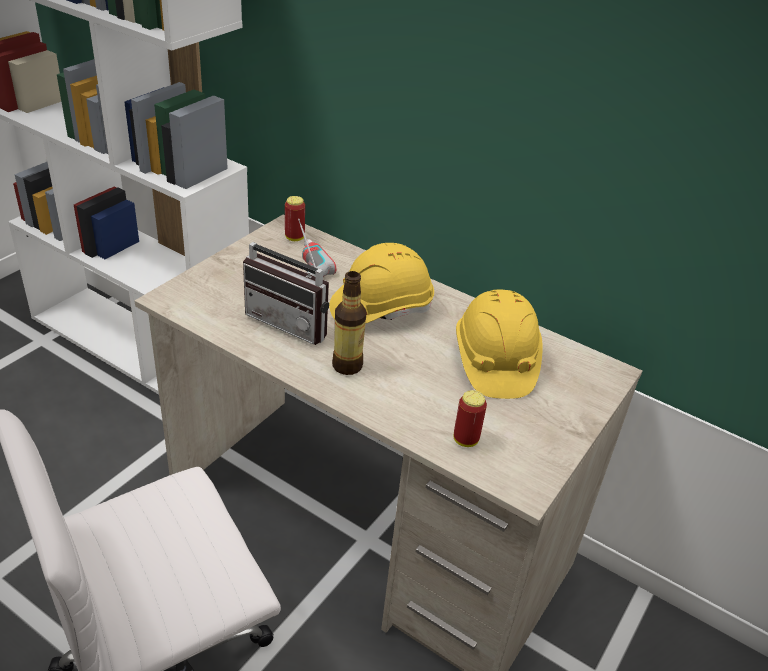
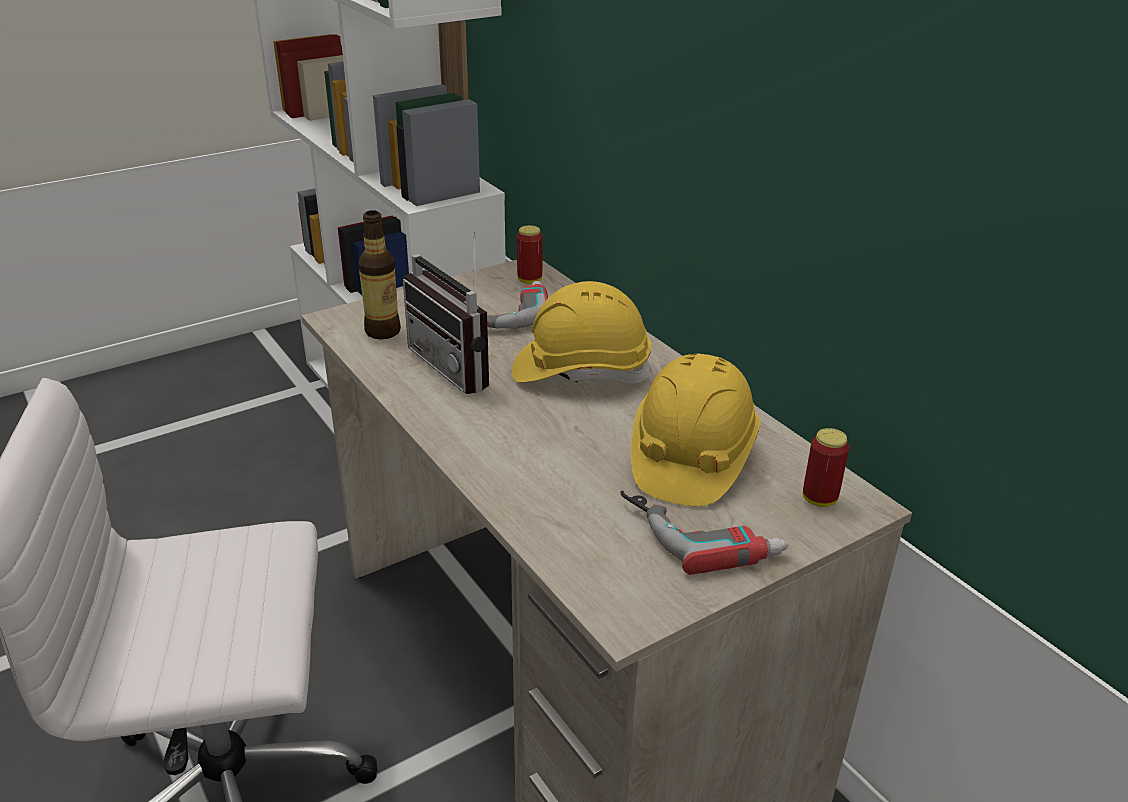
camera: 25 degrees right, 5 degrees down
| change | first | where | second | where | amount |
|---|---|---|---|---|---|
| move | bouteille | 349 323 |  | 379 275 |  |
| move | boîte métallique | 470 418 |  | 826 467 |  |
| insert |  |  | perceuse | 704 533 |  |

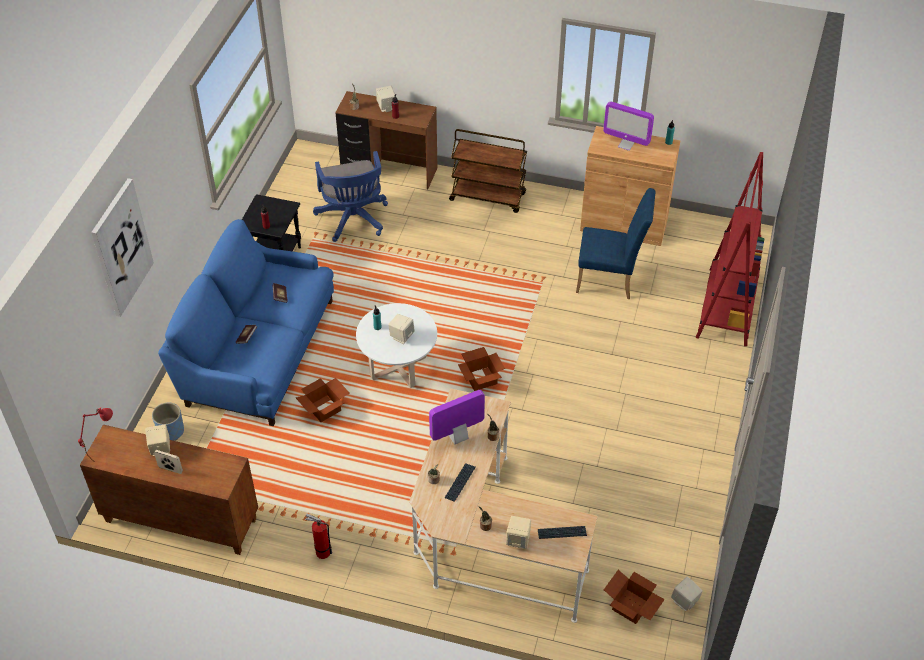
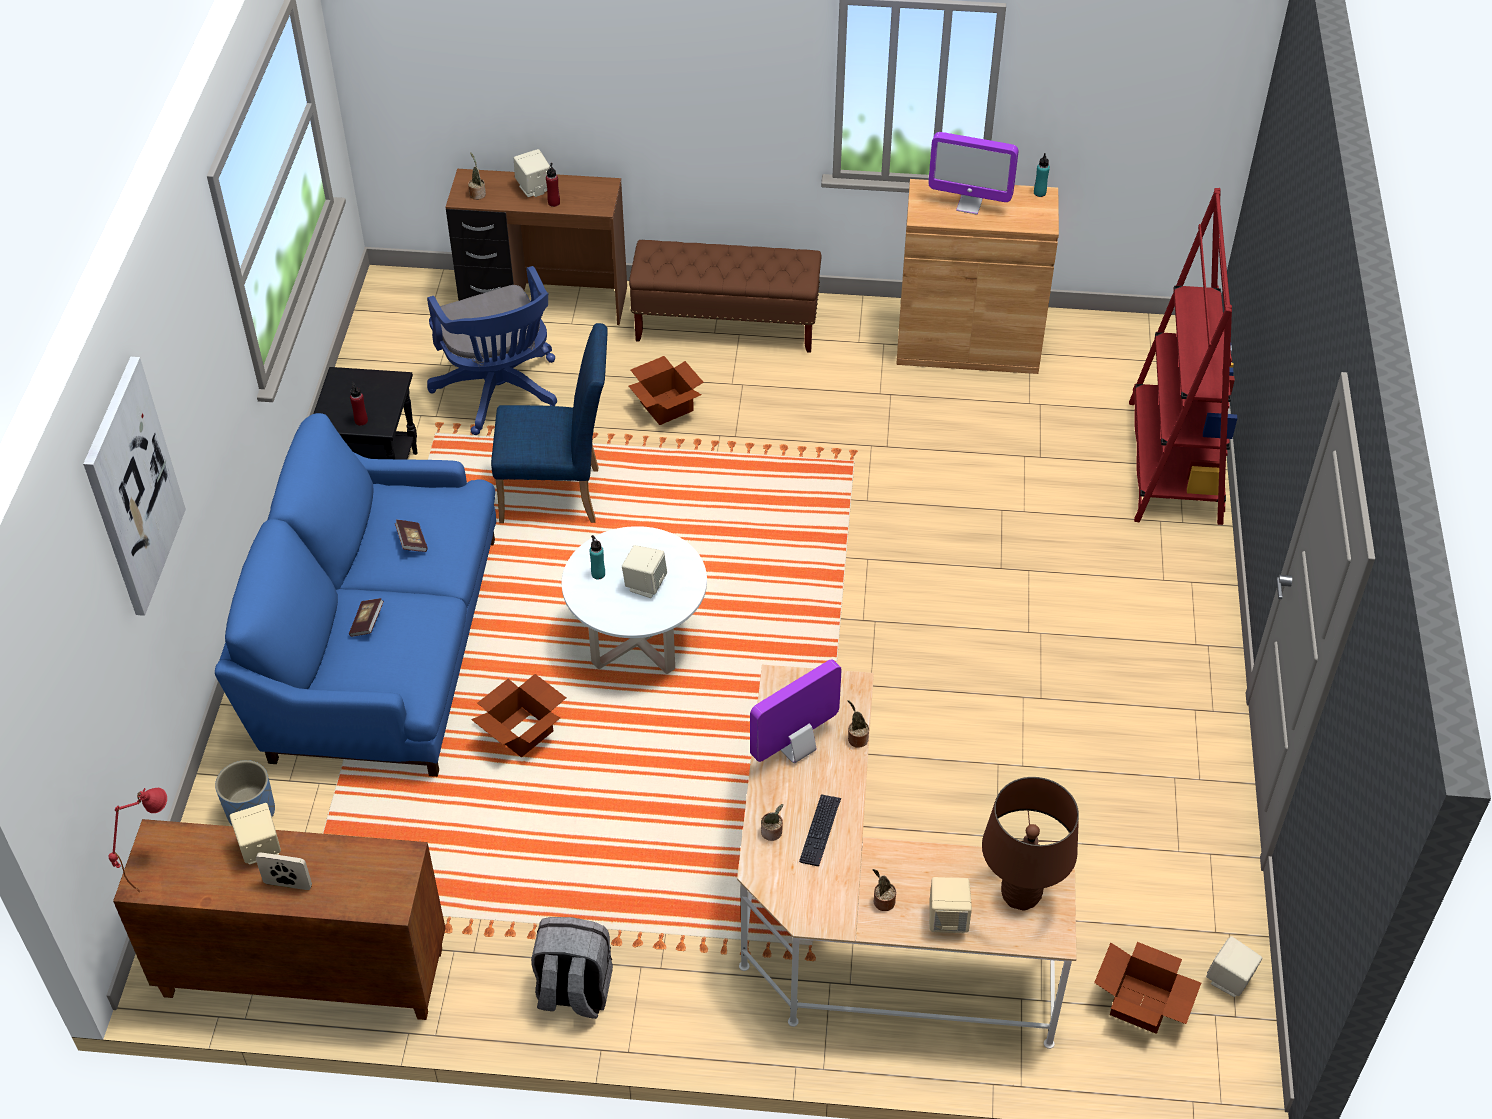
camera: 10 degrees left, 0 degrees up
| change | first | where | second | where | amount |
|---|---|---|---|---|---|
| replace | chariot/marron | 488 171 | banc/marron | 725 296 |  |
| move | chaise/bleu | 615 243 |  | 549 423 |  |
| move | carton | 481 369 |  | 666 390 |  |
| replace | extincteur | 318 536 | sac à dos/gris | 572 968 |  |
| replace | clavier | 562 532 | lampe de table/marron | 1030 843 |  |

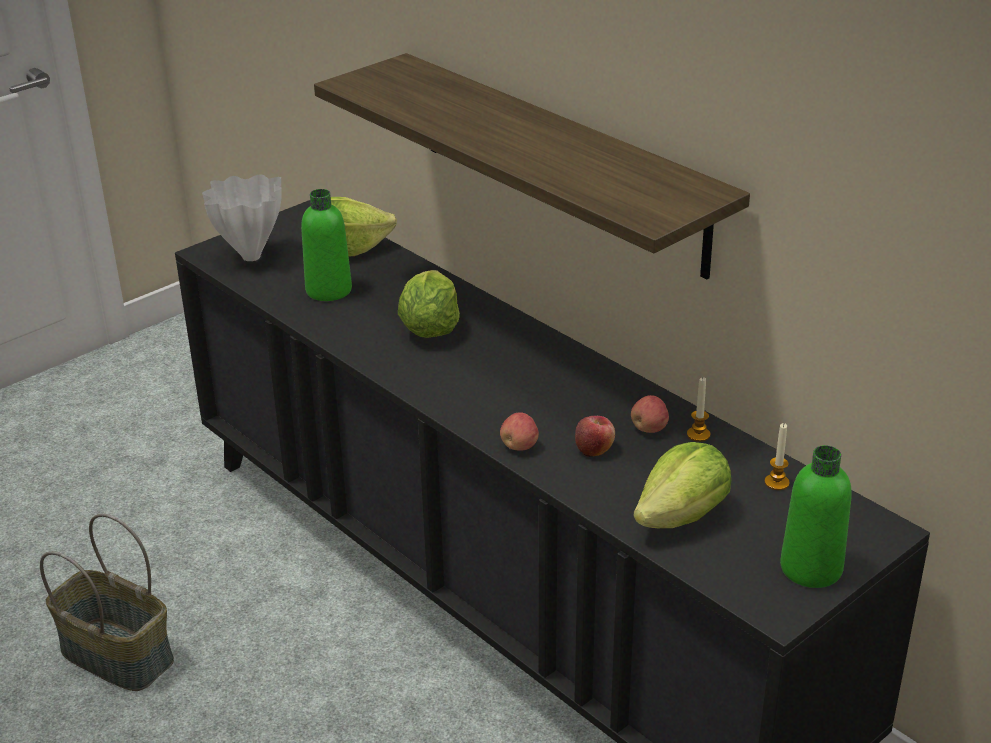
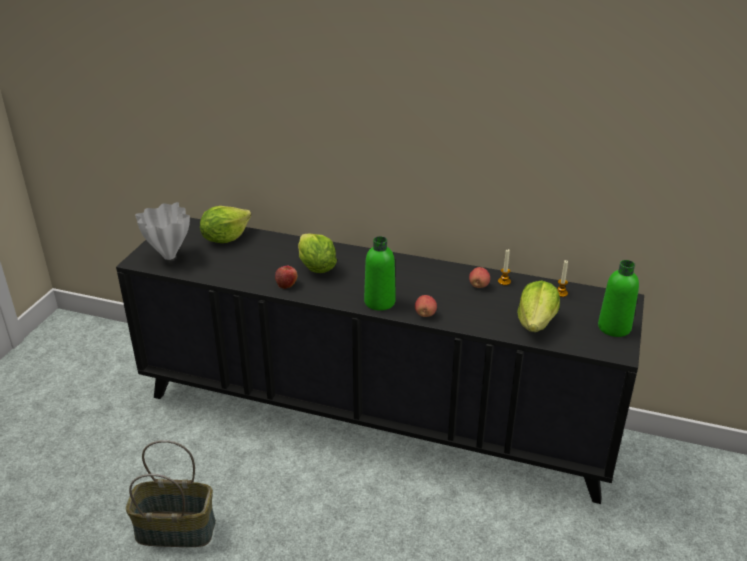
camera: 30 degrees left, 0 degrees up
| change | first | where | second | where | amount |
|---|---|---|---|---|---|
| delete | étagère | 532 166 |  |  |  |
| move | bouteille/vert | 326 245 |  | 380 273 |  |
| move | pomme | 595 436 |  | 286 277 |  |

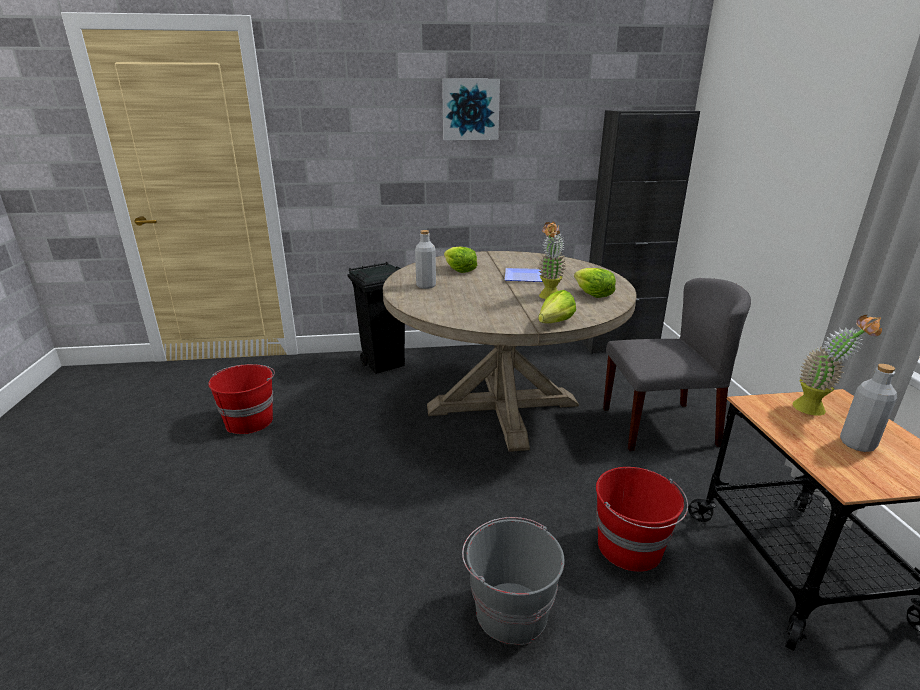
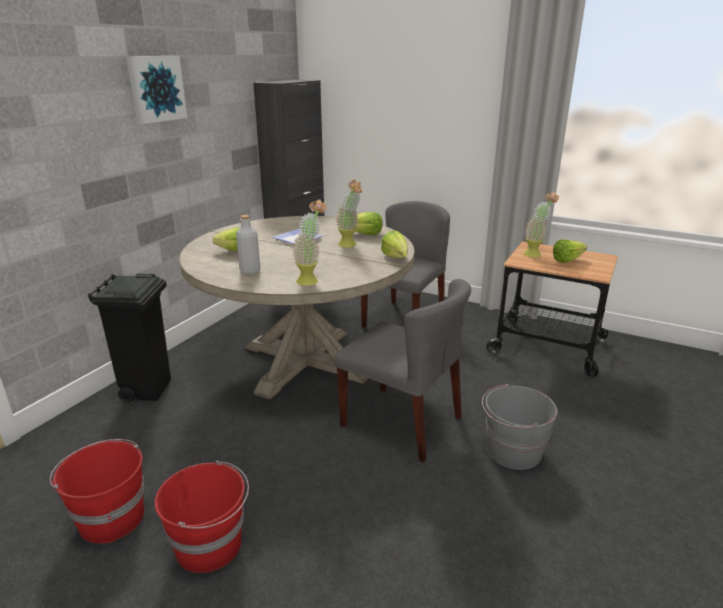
camera: 55 degrees left, 0 degrees up
| change | first | where | second | where | amount |
|---|---|---|---|---|---|
| replace | bouteille/gris | 868 408 | laitue | 570 251 |  |
| move | seau/rouge | 642 519 |  | 201 517 |  |
| insert |  |  | plante en pot | 309 242 |  |
| insert |  |  | chaise/gris | 403 371 |  |

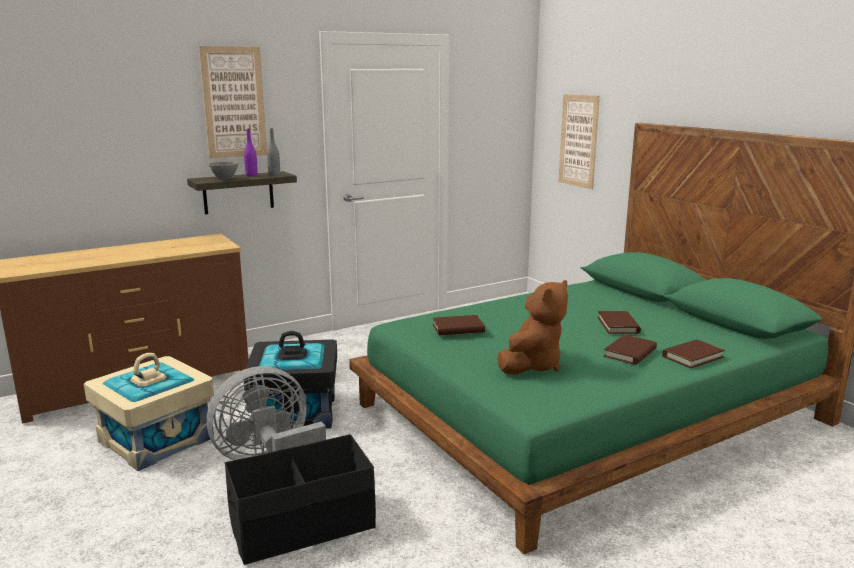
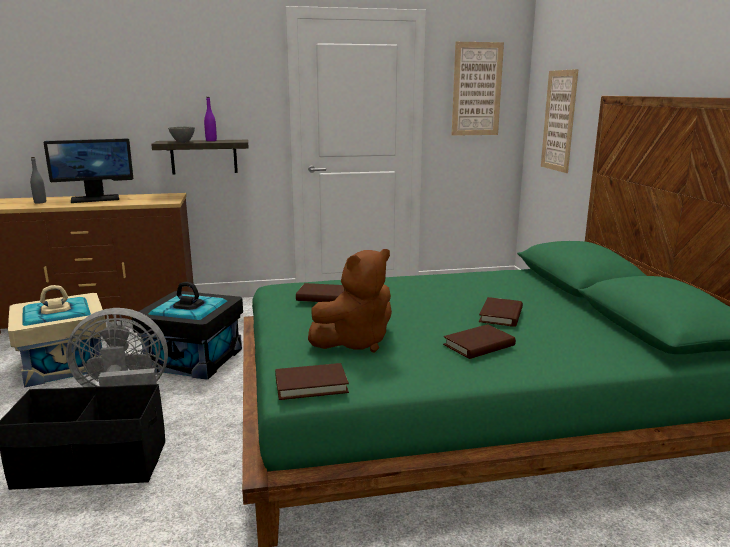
camera: 20 degrees right, 0 degrees up
| change | first | where | second | where | amount |
|---|---|---|---|---|---|
| move | tableau | 233 102 |  | 478 89 |  |
| move | bouteille/gris | 273 152 |  | 38 180 |  |
| move | livre/marron | 693 354 |  | 312 381 |  |
| insert |  |  | écran d'ordinateur | 88 170 |  |

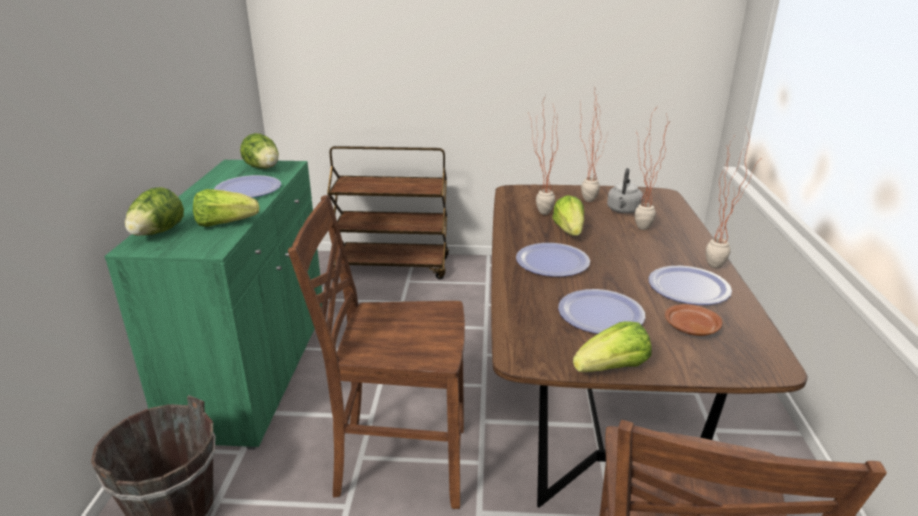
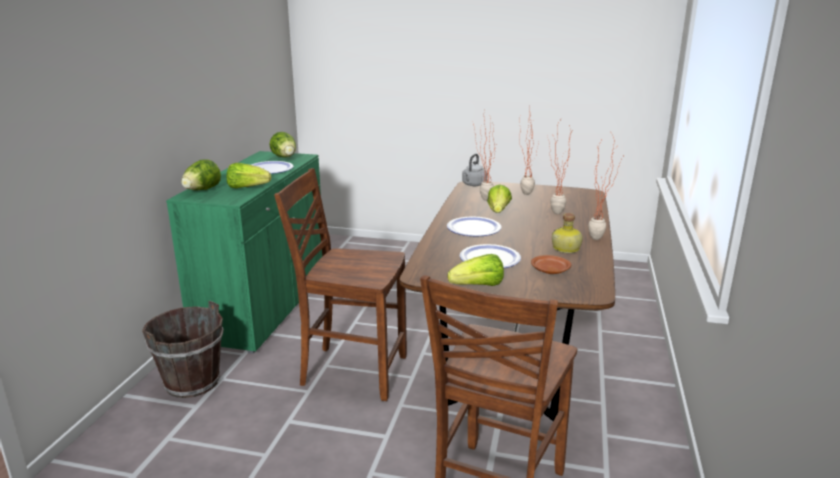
camera: 10 degrees right, 5 degrees down
| change | first | where | second | where | amount |
|---|---|---|---|---|---|
| delete | chariot/marron | 388 212 |  |  |  |
| move | bouilloire/gris | 625 191 |  | 474 170 |  |
| replace | assiette | 690 285 | bouteille | 567 233 |  |

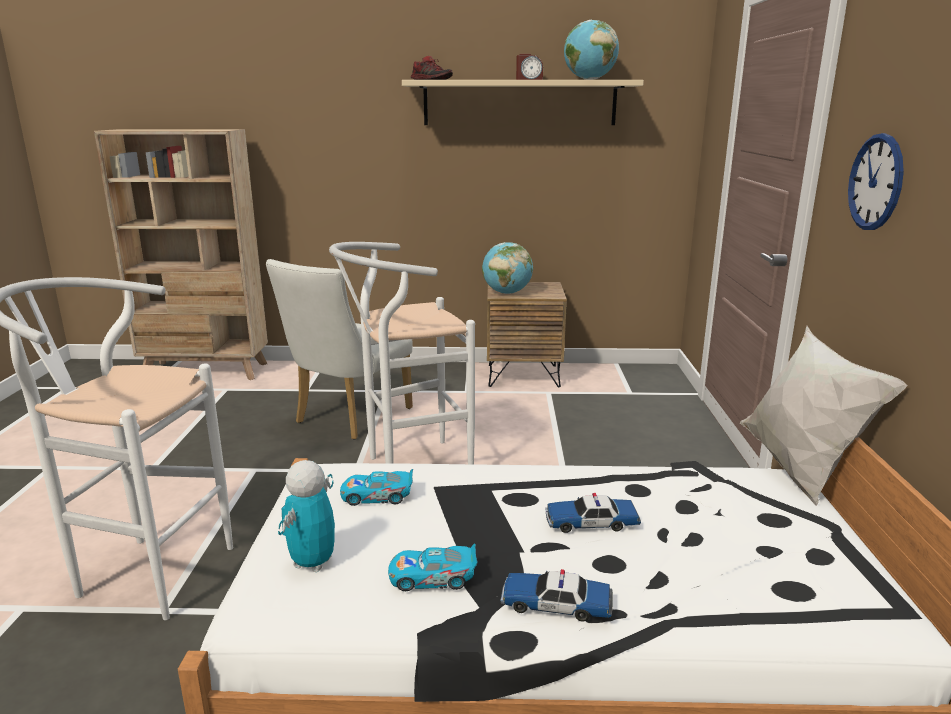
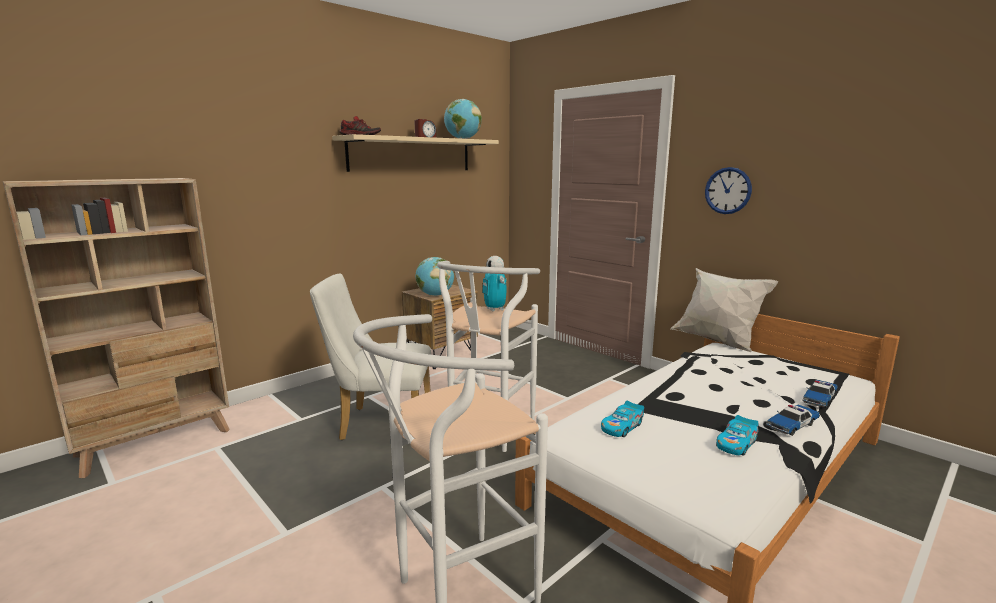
camera: 45 degrees left, 5 degrees down
| change | first | where | second | where | amount |
|---|---|---|---|---|---|
| rotate | chaise/blanc | 339 349 |  | 370 356 | 105 degrees clockwise |
| move | robot jouet | 306 516 |  | 494 283 |  |
| move | petite voiture | 593 513 |  | 820 394 |  |

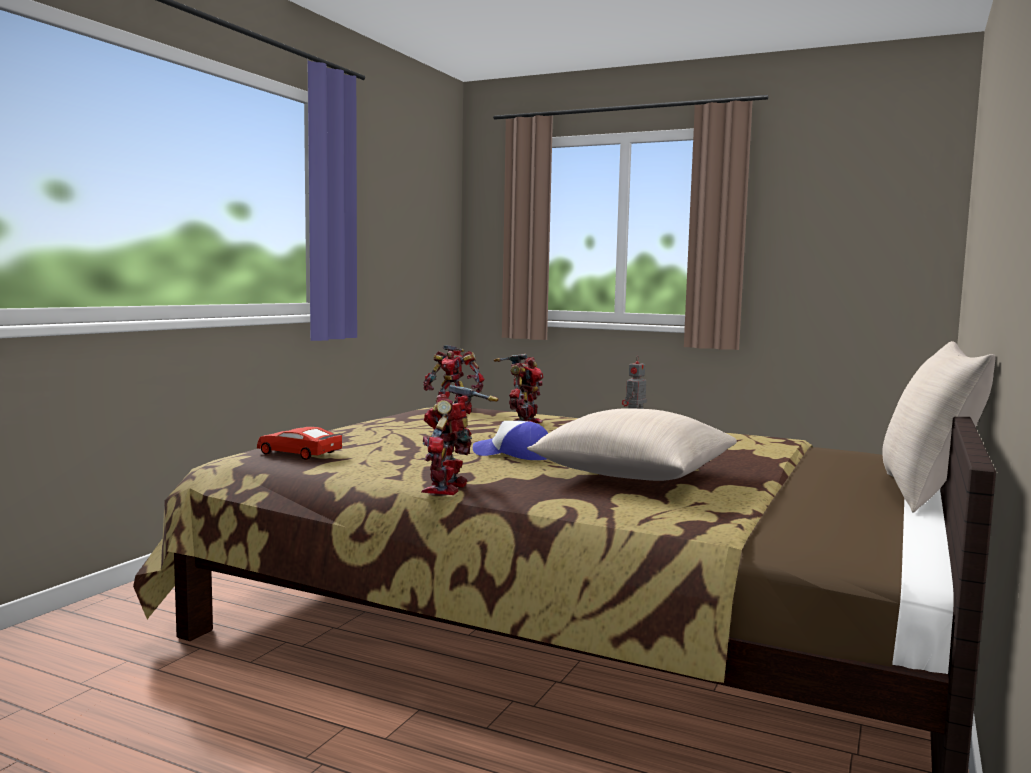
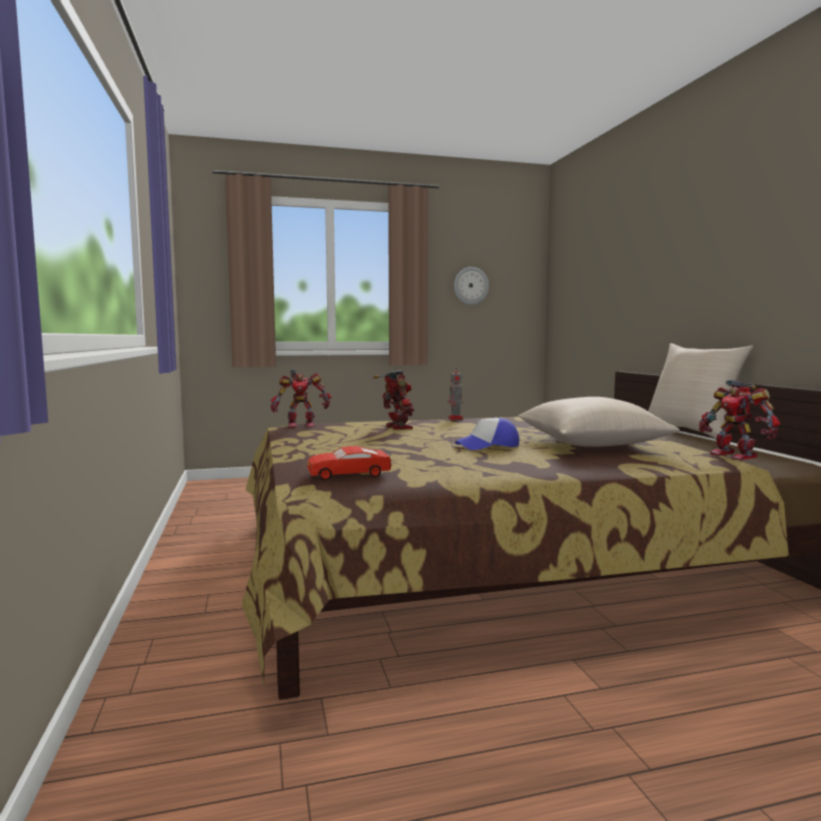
camera: 40 degrees left, 0 degrees up
| change | first | where | second | where | amount |
|---|---|---|---|---|---|
| move | robot jouet | 459 440 |  | 740 420 |  |
| insert |  |  | horloge murale | 471 286 |  |

